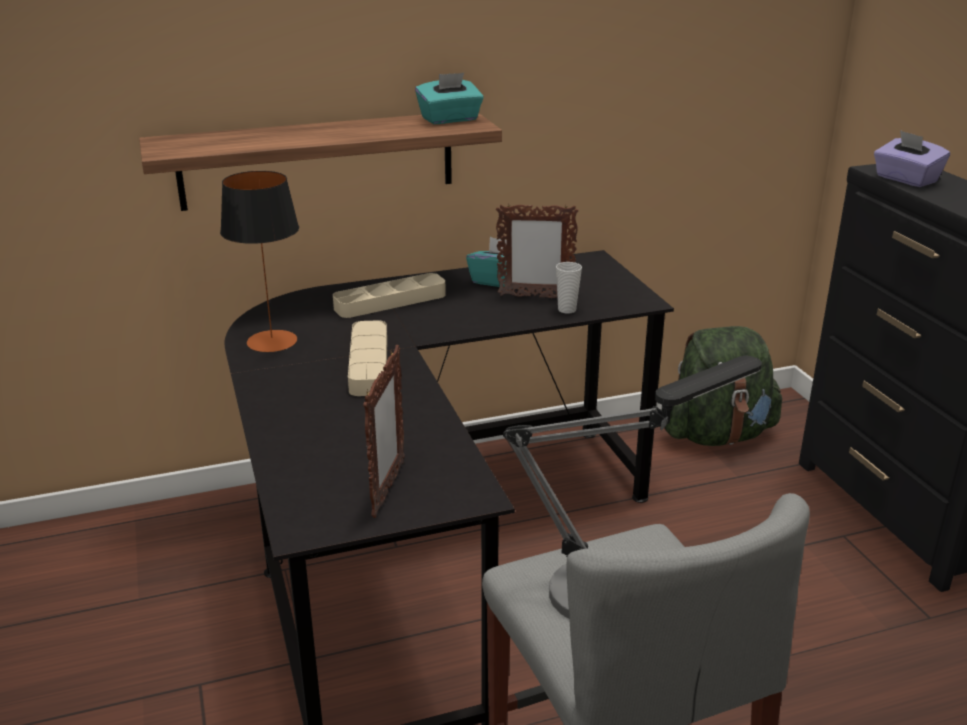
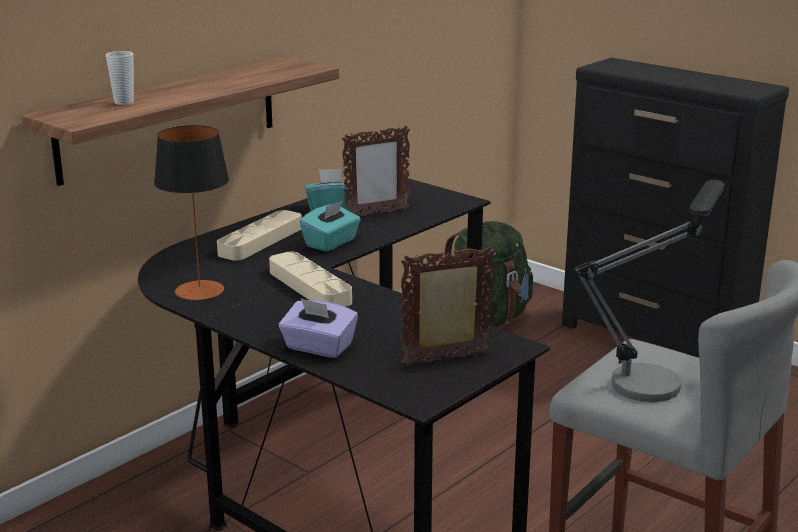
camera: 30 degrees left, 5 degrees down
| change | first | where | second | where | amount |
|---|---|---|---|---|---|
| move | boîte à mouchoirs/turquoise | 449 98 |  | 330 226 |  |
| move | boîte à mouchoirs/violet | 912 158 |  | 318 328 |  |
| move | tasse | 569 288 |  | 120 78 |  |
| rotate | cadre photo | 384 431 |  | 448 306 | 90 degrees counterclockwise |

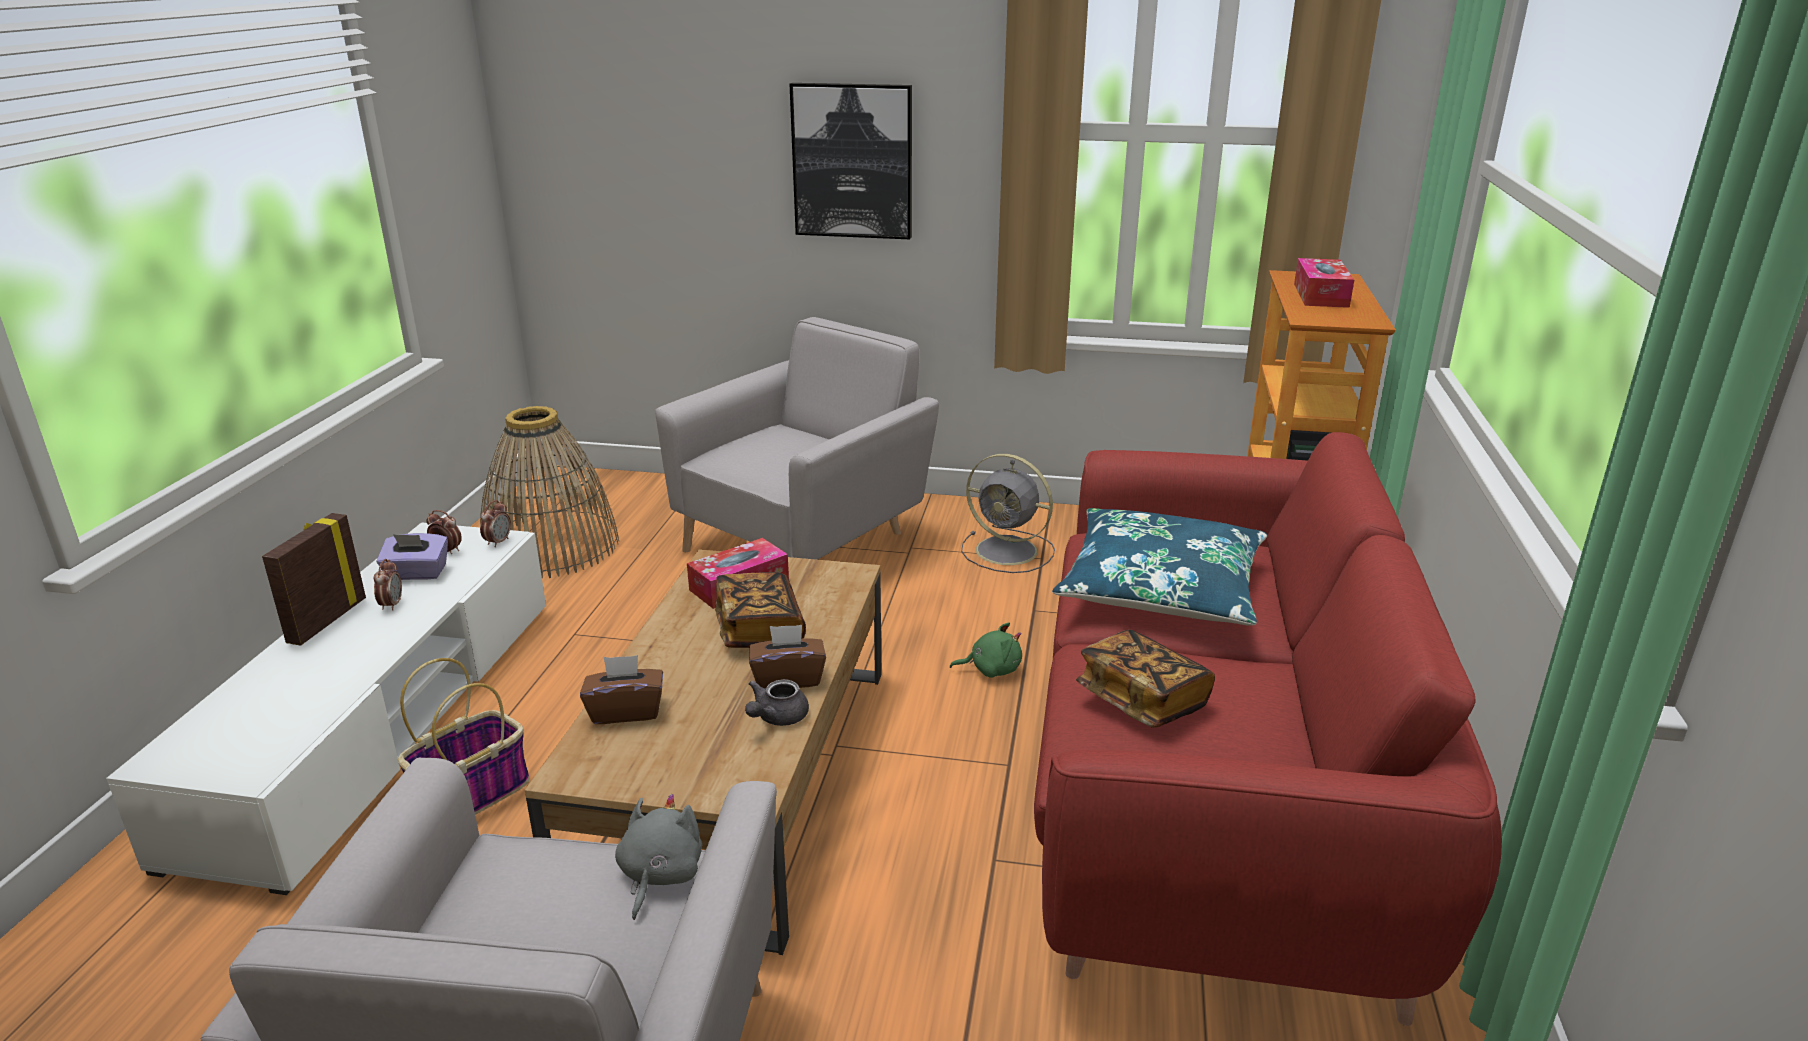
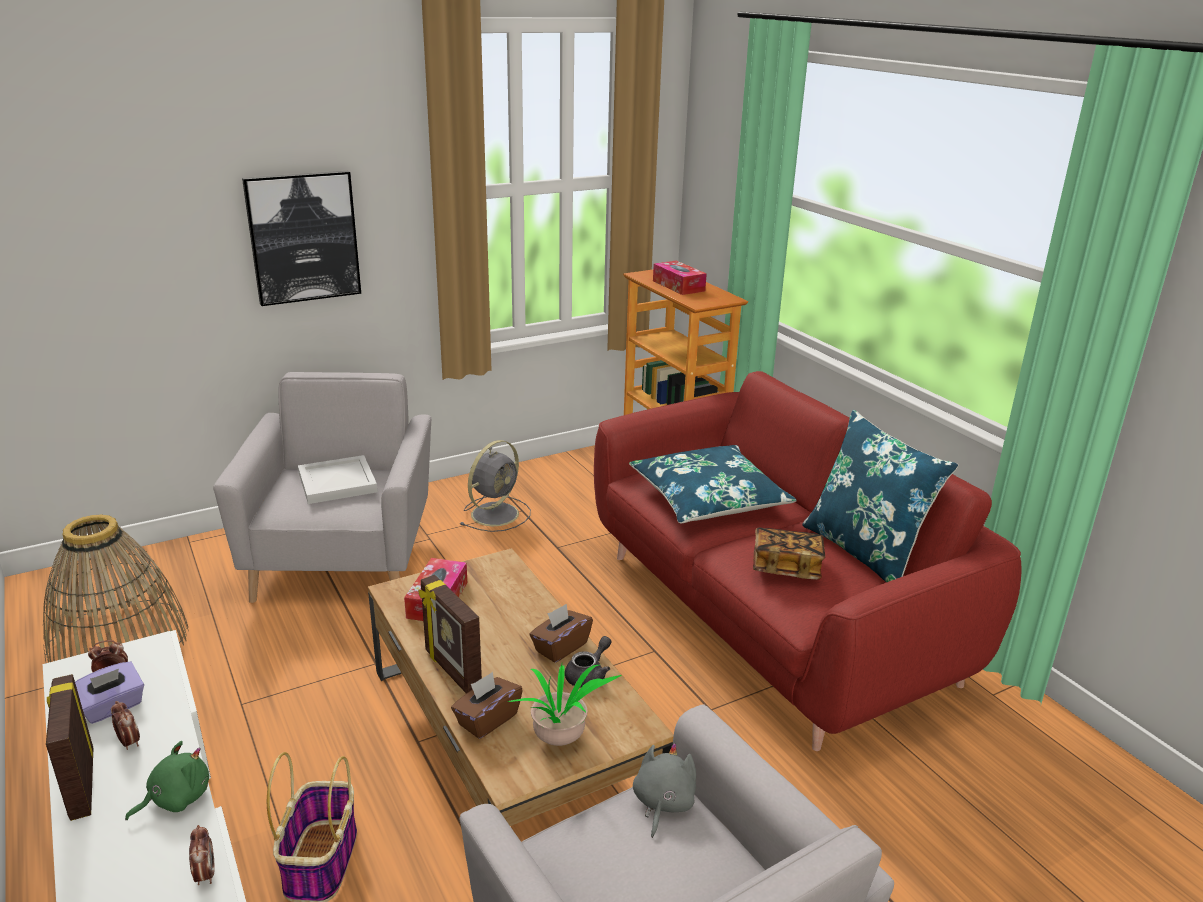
camera: 40 degrees left, 0 degrees up
| change | first | where | second | where | amount |
|---|---|---|---|---|---|
| rotate | ventilateur/gris | 1008 513 |  | 495 486 | 45 degrees counterclockwise |
| move | réveil | 495 523 |  | 202 855 |  |
| delete | livre | 760 610 |  |  |  |
| move | peluche/vert | 986 650 |  | 167 780 |  |
| rotate | théière/gris | 777 702 |  | 588 662 | 135 degrees counterclockwise |
| rotate | peluche/gris | 658 857 |  | 664 790 | 45 degrees clockwise |
| insert |  |  | coussin/bleu | 880 496 |  |
| insert |  |  | plateau/blanc | 338 479 |  |
| insert |  |  | cadre photo | 450 634 |  |
| insert |  |  | plante en pot | 564 705 |  |

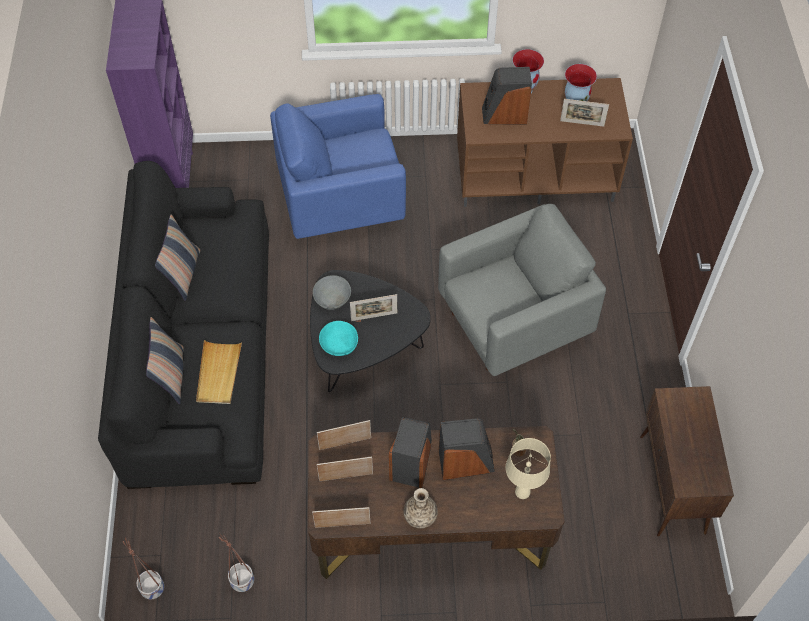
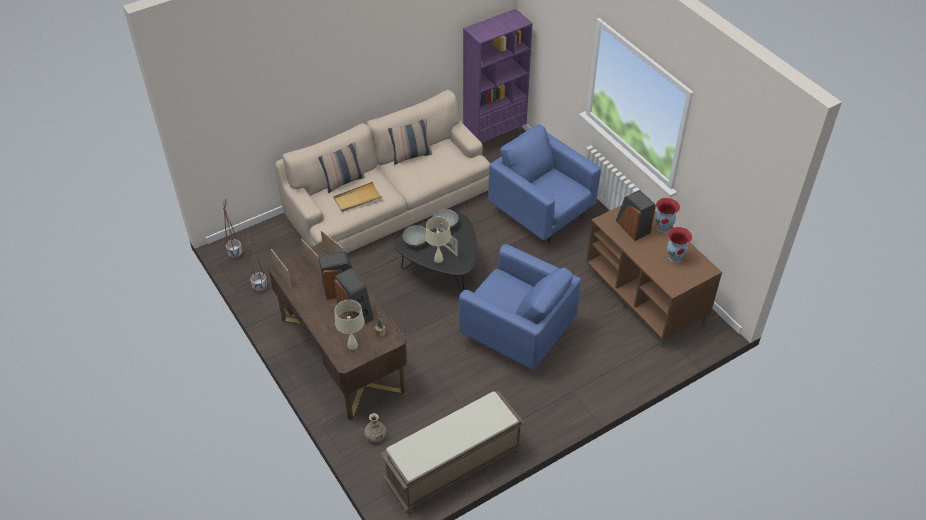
camera: 60 degrees right, 10 degrees down
| change | first | where | second | where | amount |
|---|---|---|---|---|---|
| delete | cadre photo | 584 113 |  |  |  |
| recolor | canapé/noir | 183 325 | canapé/beige | 382 172 |  |
| recolor | fauteuil/gris | 522 290 | fauteuil/bleu | 520 307 |  |
| recolor | bol/turquoise | 338 338 | bol/gris | 414 236 |  |
| replace | meuble de rangement/marron | 687 461 | banc/marron | 452 452 |  |
| move | vase | 421 508 |  | 375 428 |  |
| insert |  |  | lampe de table/beige | 438 240 |  |

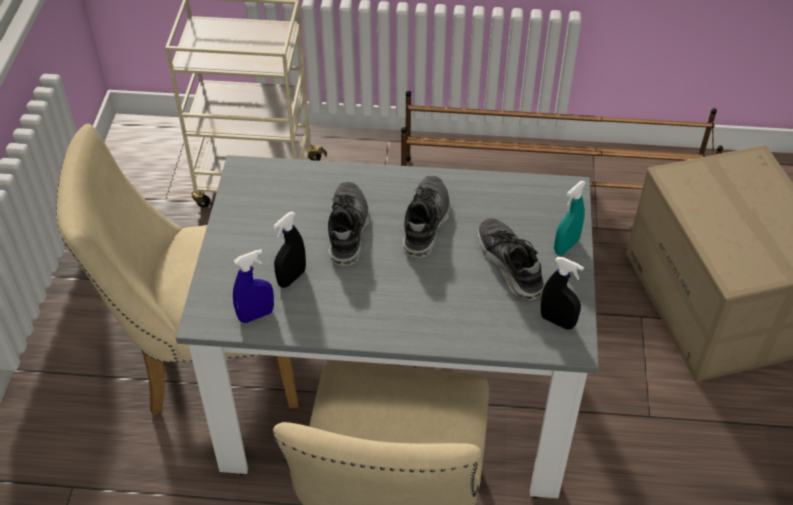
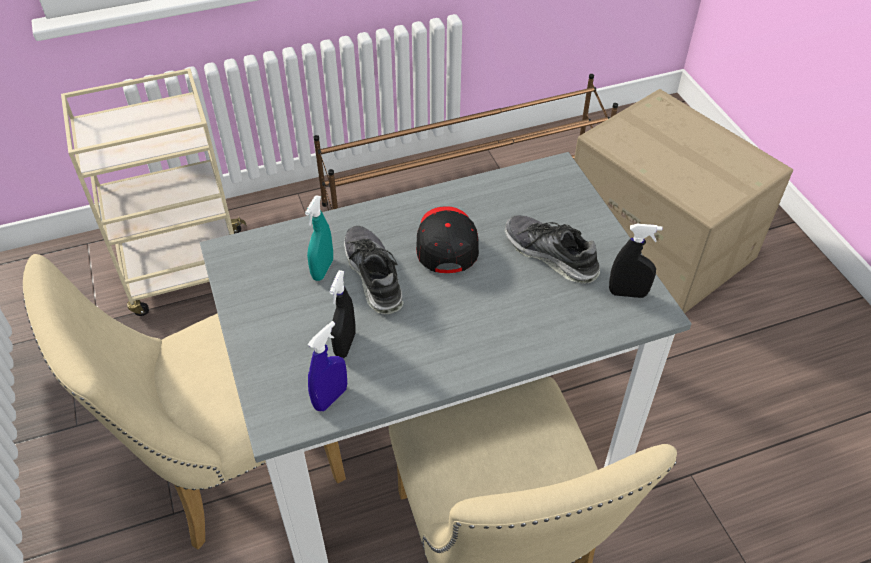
camera: 25 degrees left, 0 degrees up
| change | first | where | second | where | amount |
|---|---|---|---|---|---|
| replace | chaussure | 426 217 | casquette/noir | 447 240 |  |
| move | vaporisateur/turquoise | 570 218 |  | 319 238 |  |

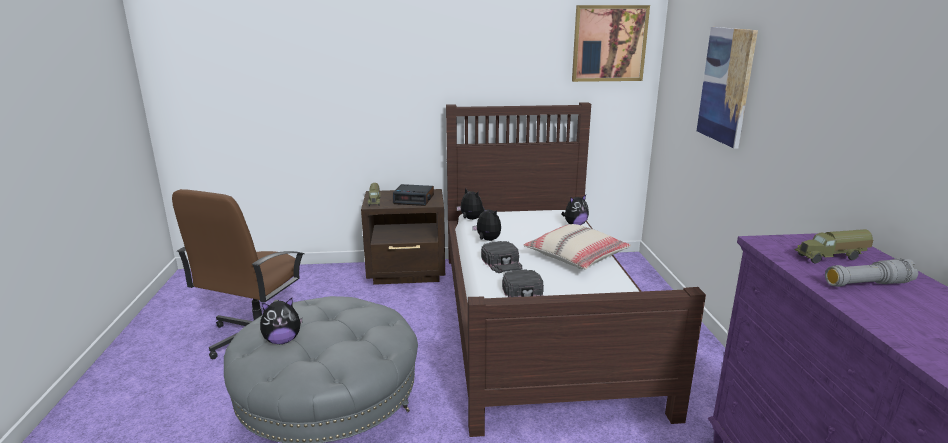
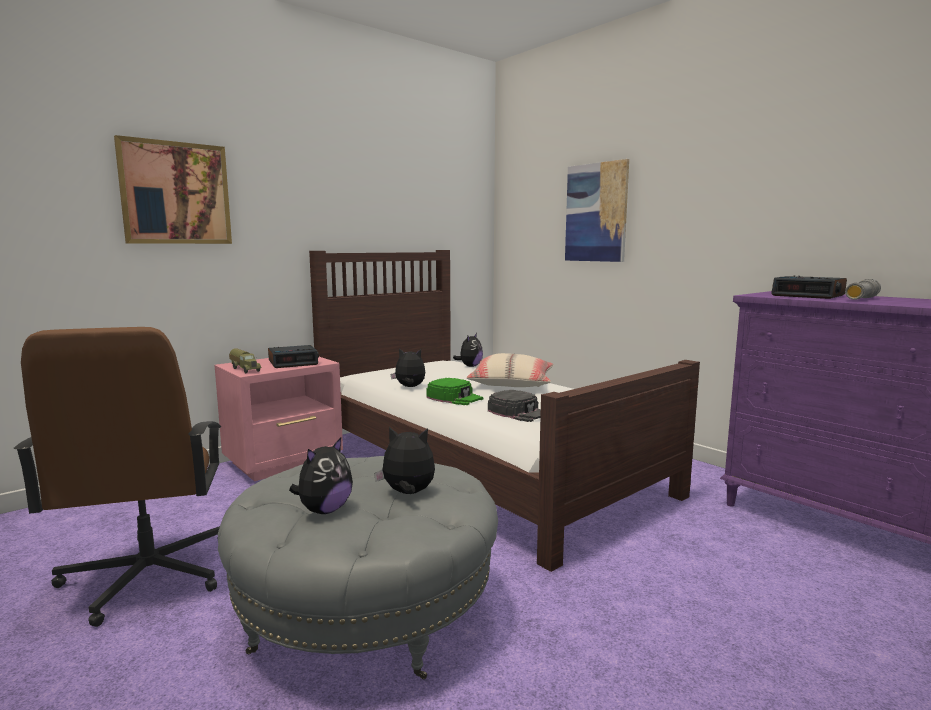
camera: 35 degrees left, 10 degrees down
| change | first | where | second | where | amount |
|---|---|---|---|---|---|
| move | tableau | 611 43 |  | 173 189 |  |
| move | peluche | 469 204 |  | 404 460 |  |
| recolor | table de chevet/marron | 403 237 | table de chevet/rose | 279 419 |  |
| replace | camion jouet | 834 246 | réveil | 809 287 |  |
| recolor | casquette/noir | 501 257 | casquette/vert | 455 391 |  |

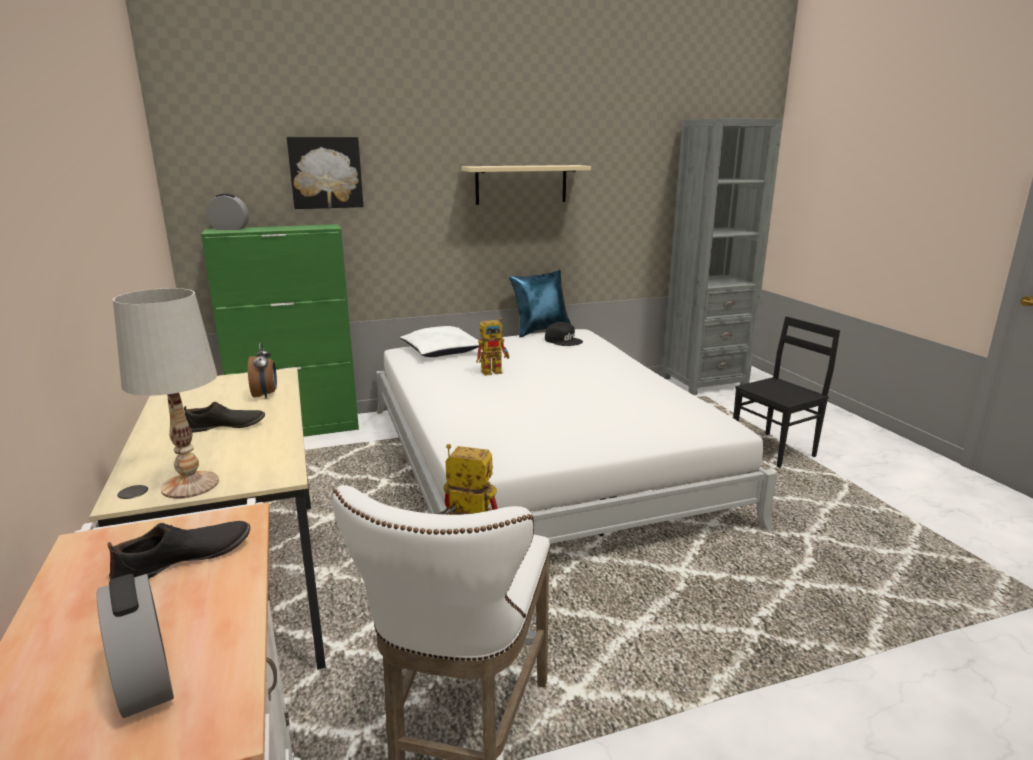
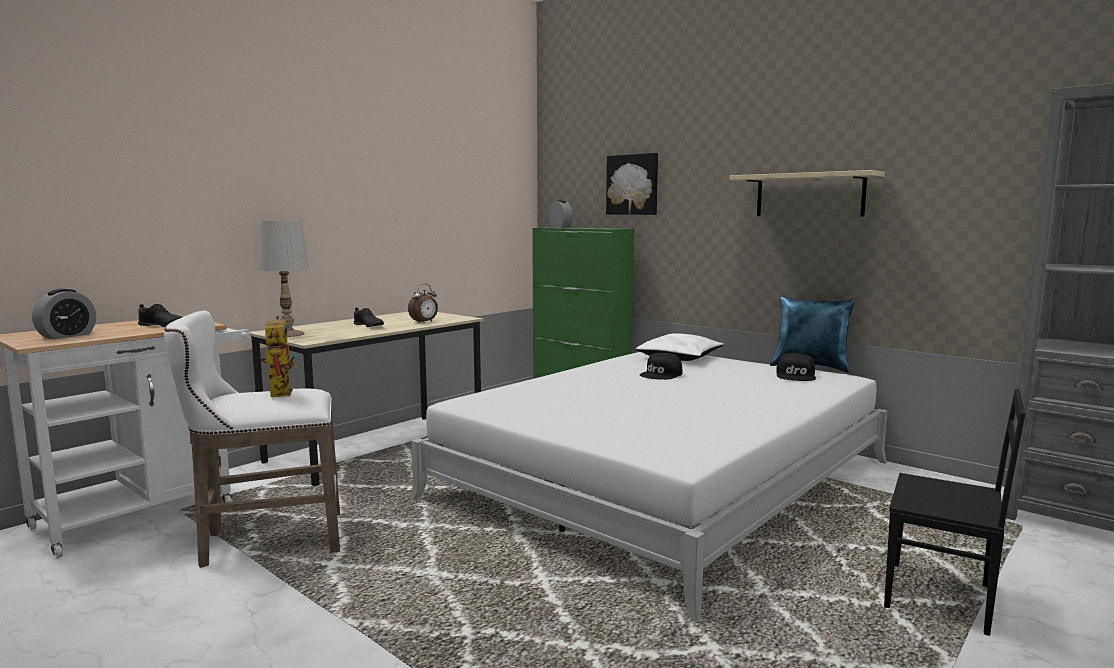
camera: 60 degrees right, 10 degrees down
| change | first | where | second | where | amount |
|---|---|---|---|---|---|
| replace | robot jouet | 492 347 | casquette/noir | 661 366 |  |

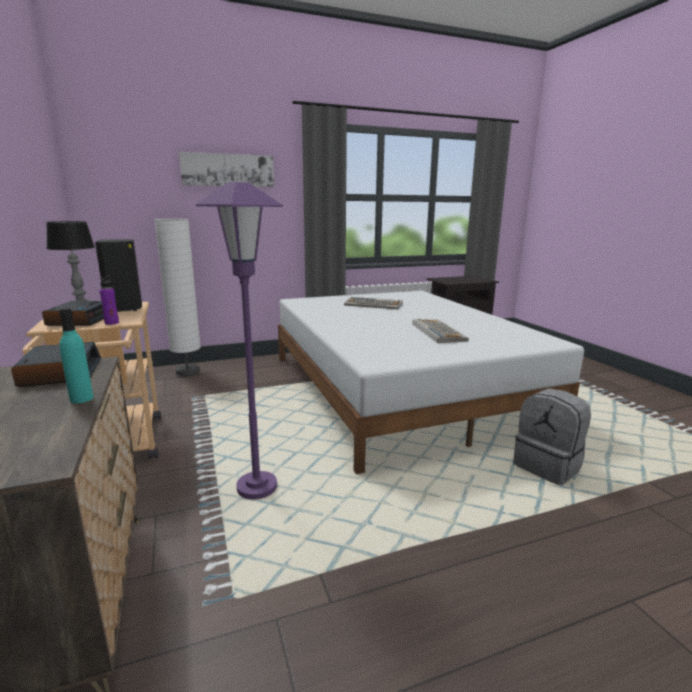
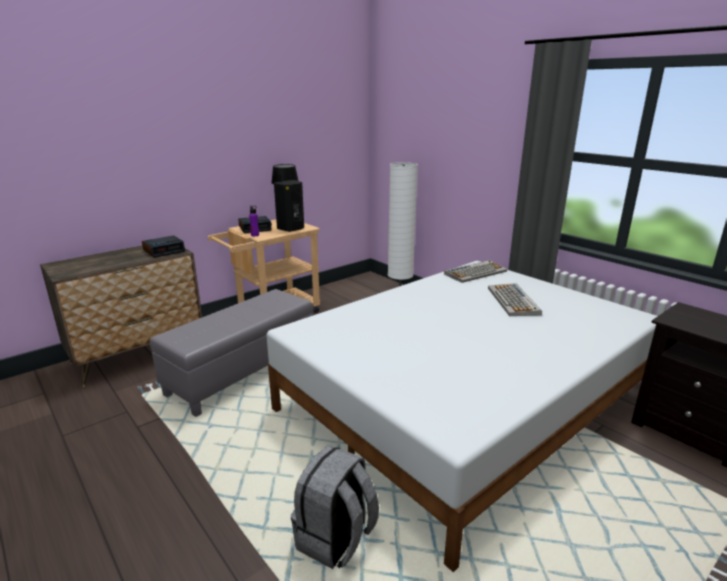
camera: 70 degrees right, 5 degrees up
| change | first | where | second | where | amount |
|---|---|---|---|---|---|
| delete | tableau | 226 169 |  |  |  |
| replace | lampadaire/violet | 239 340 | pouf/gris | 231 353 |  |
| delete | bouteille/turquoise | 76 355 |  |  |  |
| move | clavier | 440 331 |  | 475 271 |  |

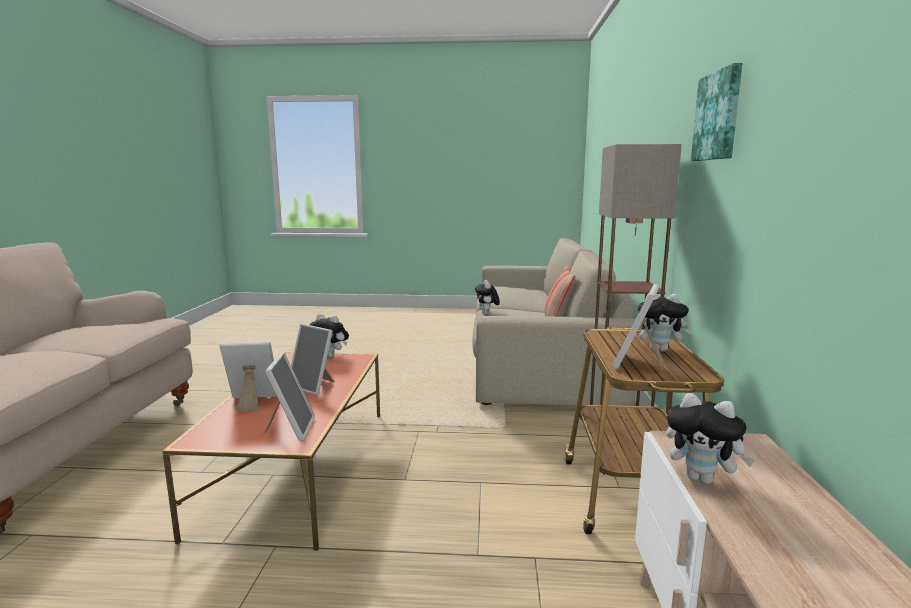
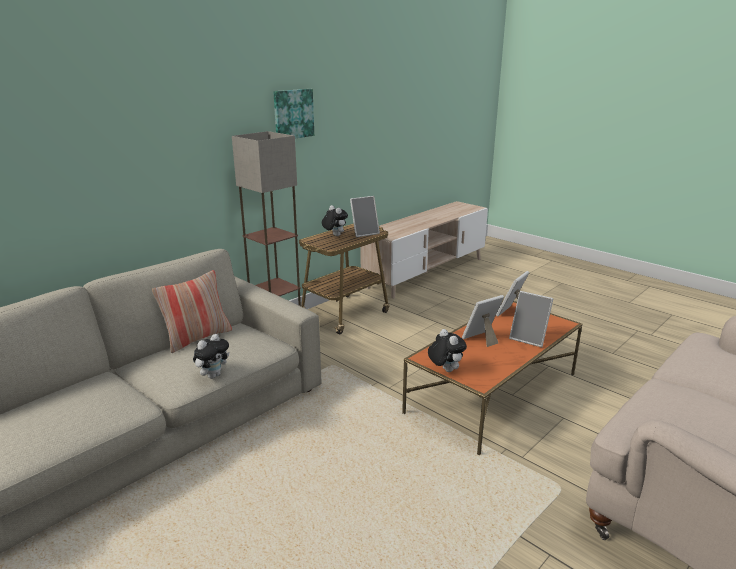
camera: 140 degrees left, 10 degrees up
| change | first | where | second | where | amount |
|---|---|---|---|---|---|
| rotate | cadre photo | 313 359 |  | 483 321 | 105 degrees counterclockwise |
| delete | peluche | 710 438 |  |  |  |

